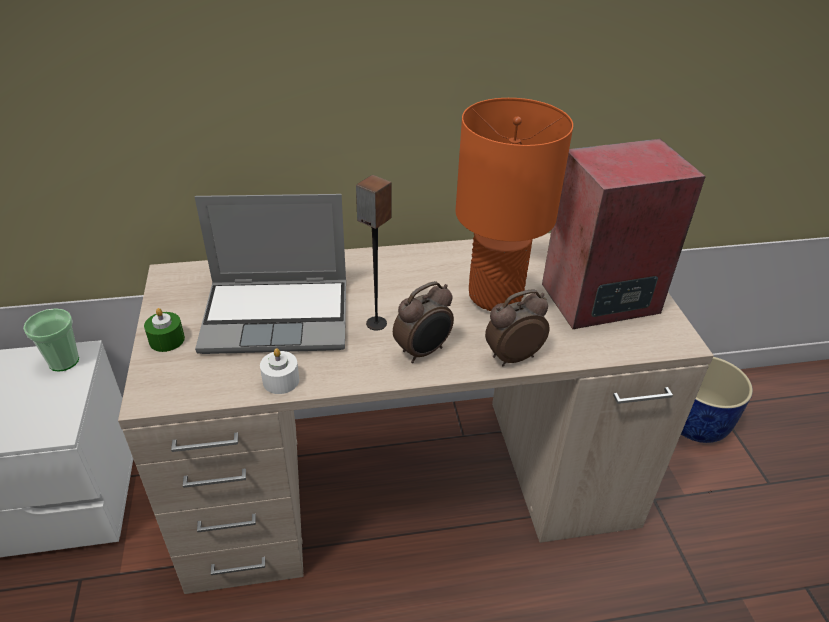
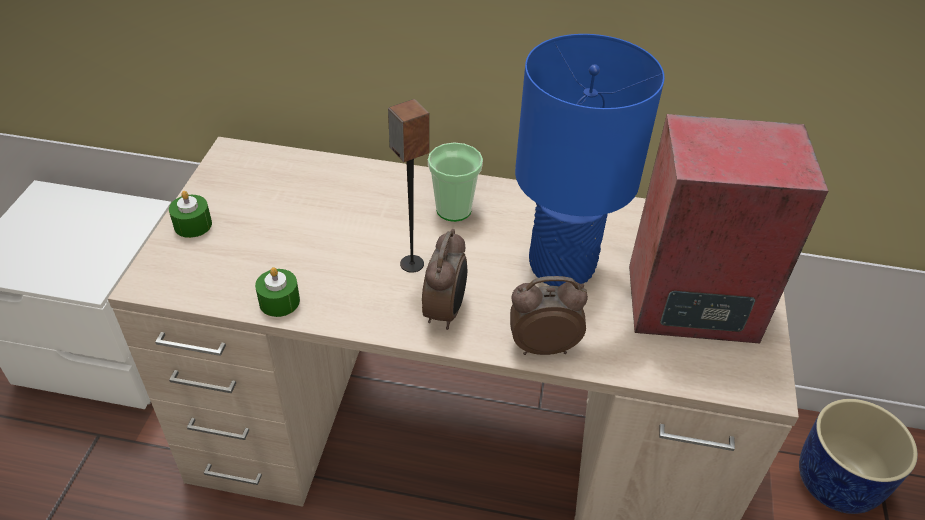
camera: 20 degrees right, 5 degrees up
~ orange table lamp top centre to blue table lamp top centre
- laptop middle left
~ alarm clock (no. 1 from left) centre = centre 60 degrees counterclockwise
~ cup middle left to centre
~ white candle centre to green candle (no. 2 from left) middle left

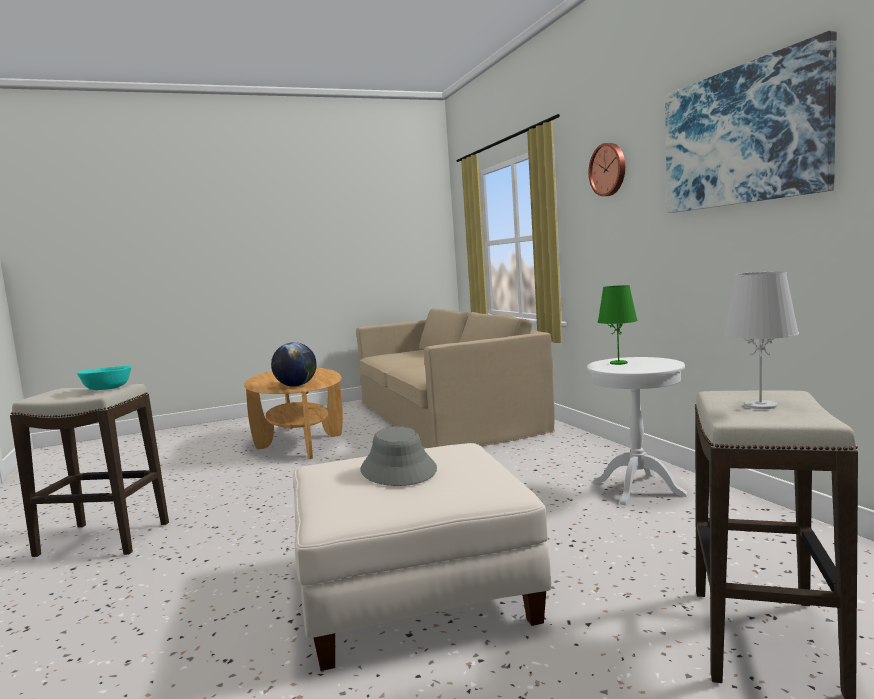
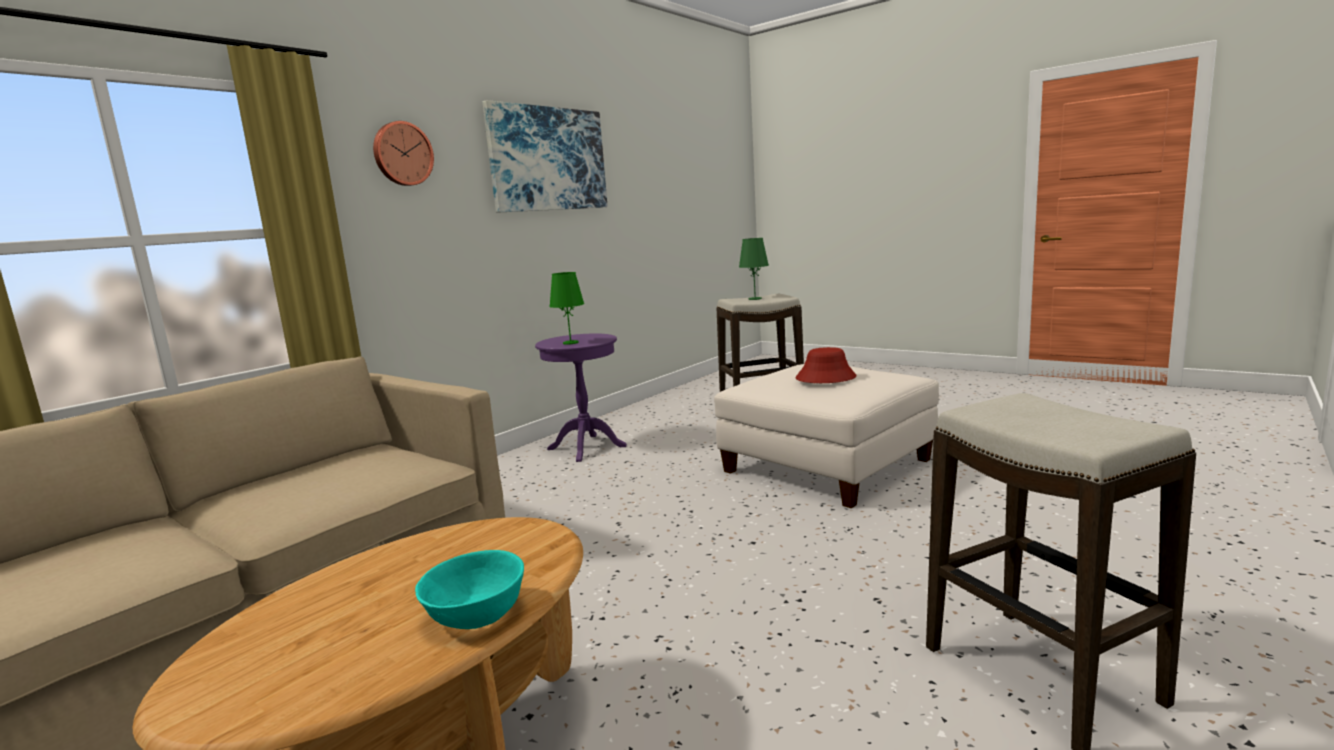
camera: 120 degrees left, 5 degrees up
~ white table lamp middle right to green table lamp (no. 2 from left) centre
- globe centre
~ white side table middle right to purple side table centre
~ turquoise bowl middle left to bottom centre
~ grey hat centre to red hat centre

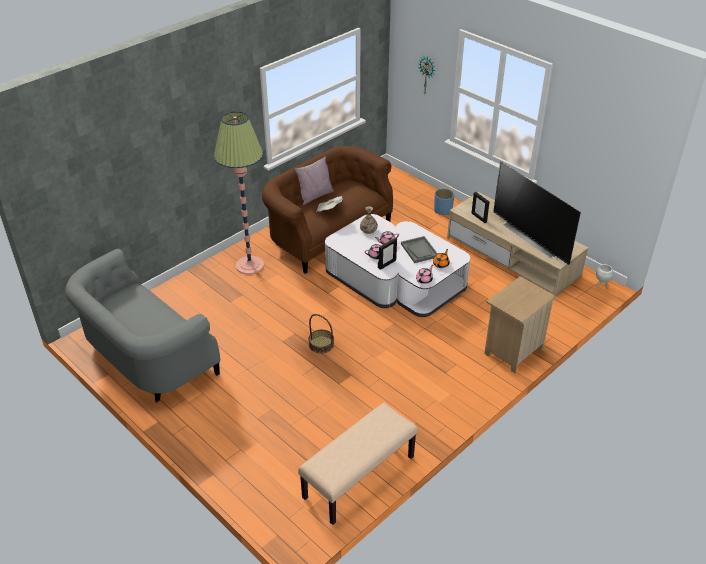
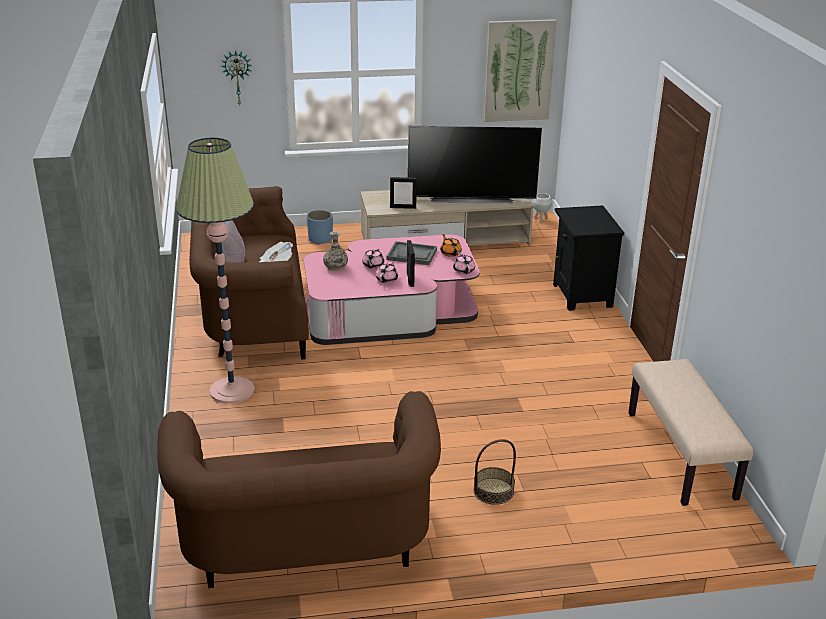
camera: 55 degrees left, 10 degrees down
~ white coffee table centre to pink coffee table centre
~ grey sofa middle left to brown sofa (no. 2 from left) bottom centre
~ beige nightstand middle right to black nightstand middle right
~ basket centre to bottom centre
+ picture top centre

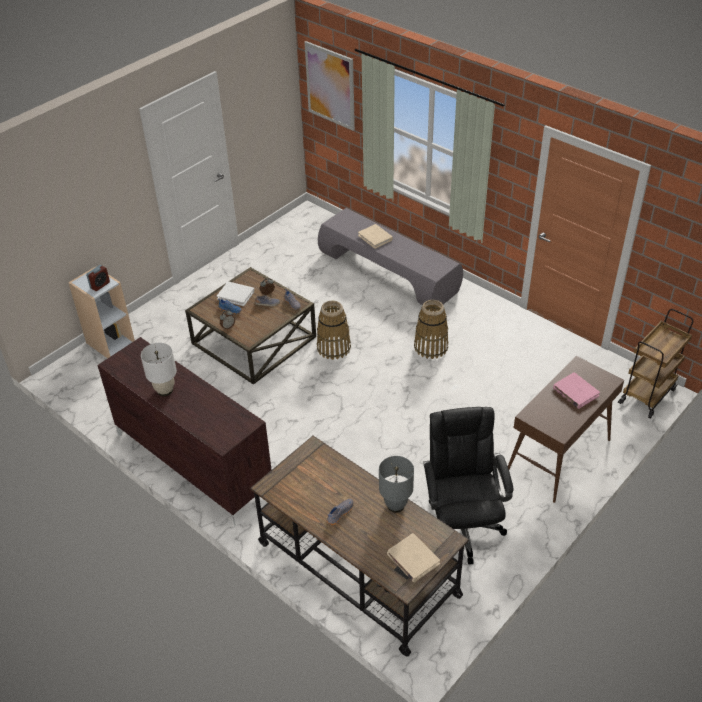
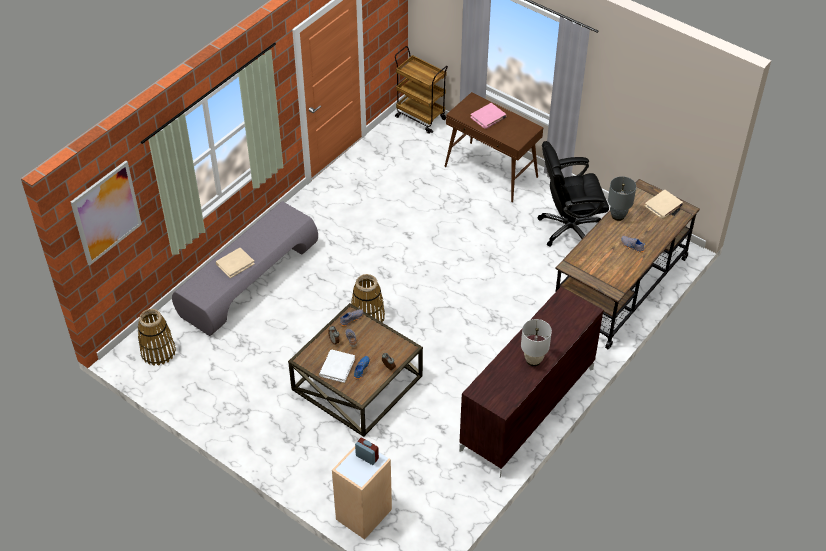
camera: 95 degrees left, 5 degrees up
~ basket (no. 2 from left in the first image) centre to basket (no. 1 from left) middle left

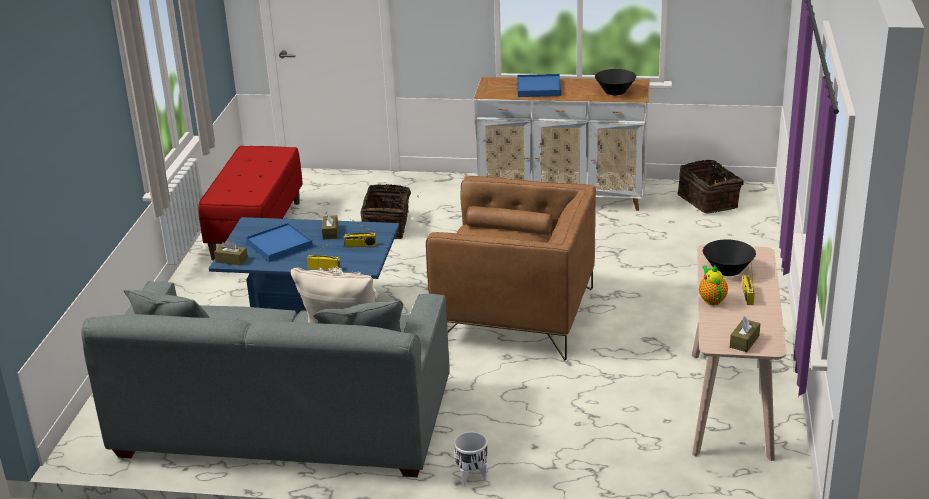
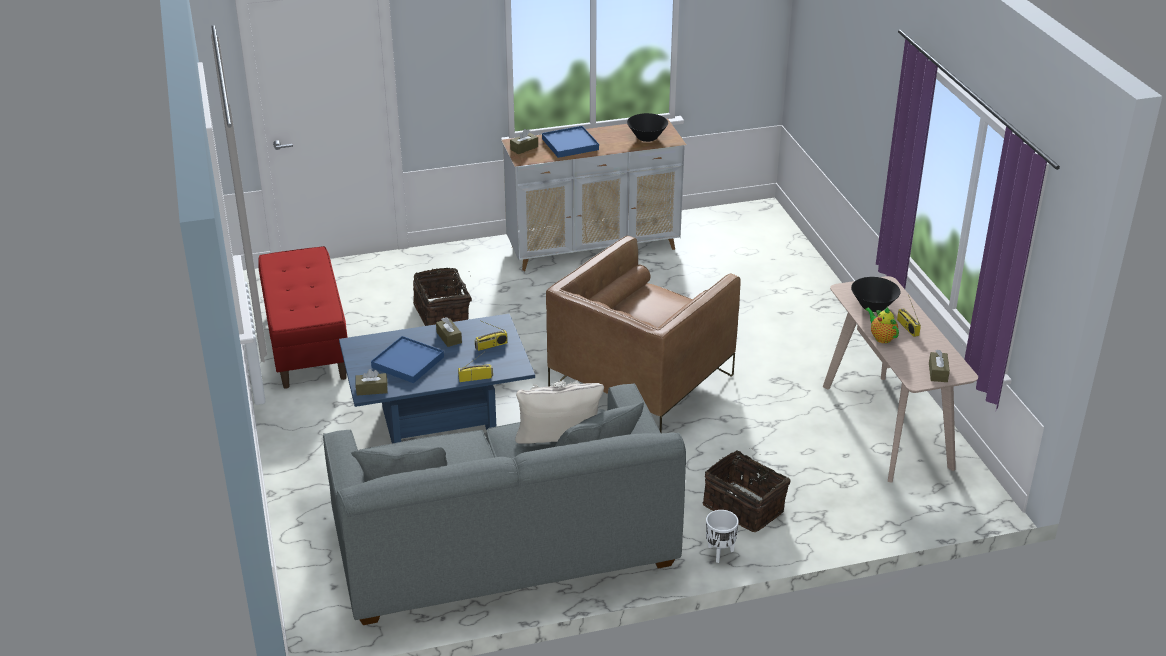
camera: 25 degrees left, 5 degrees up
~ basket (no. 2 from left) middle right to bottom centre
~ brown armchair centre = centre 135 degrees clockwise
+ brown tissue box (no. 3 from left) top centre

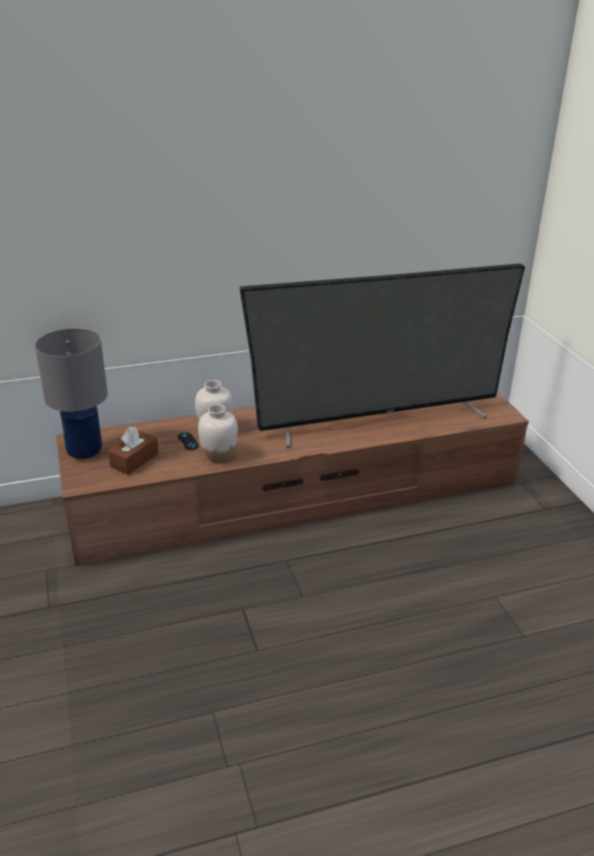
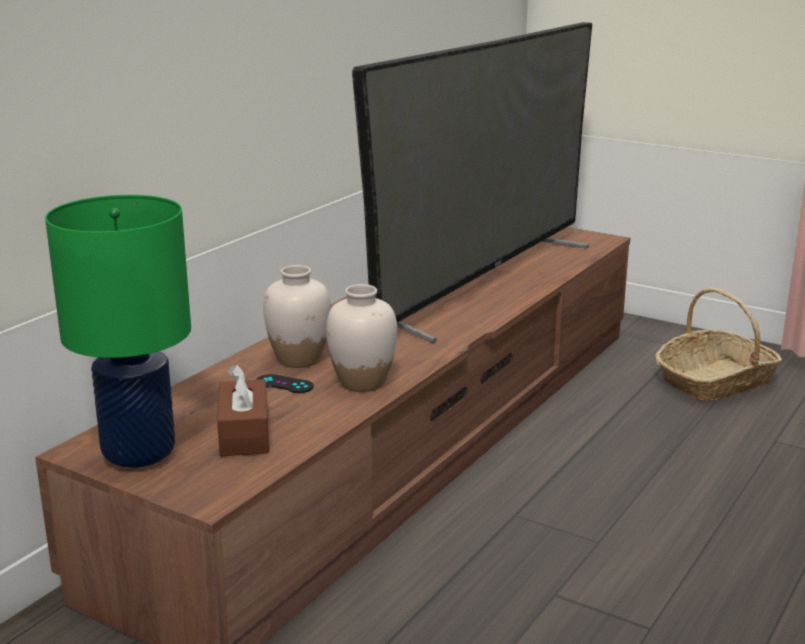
camera: 40 degrees left, 10 degrees down
~ grey table lamp middle left to green table lamp middle left
+ basket middle right

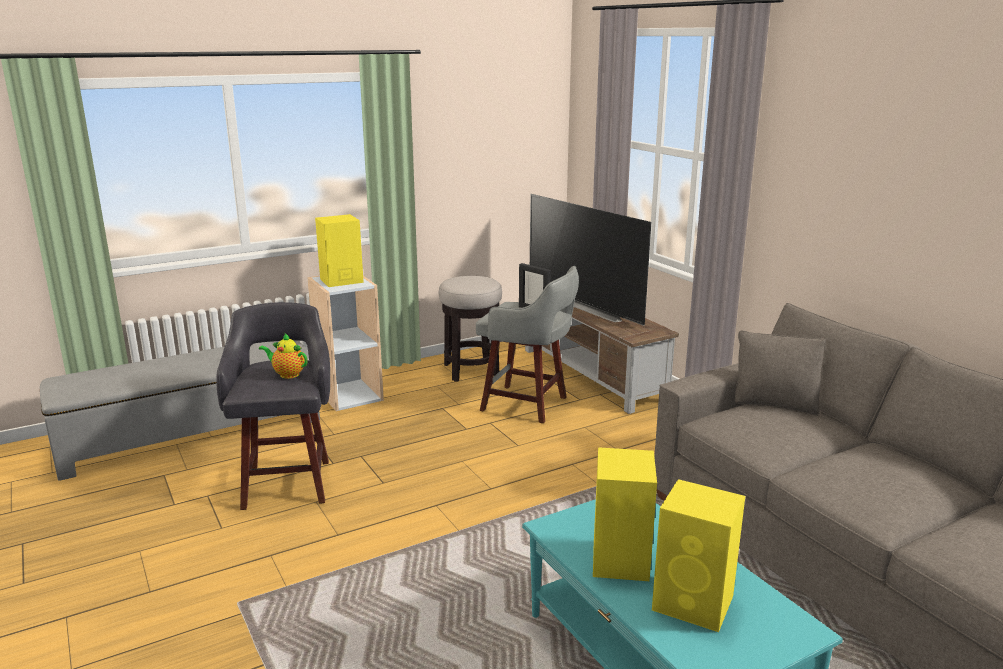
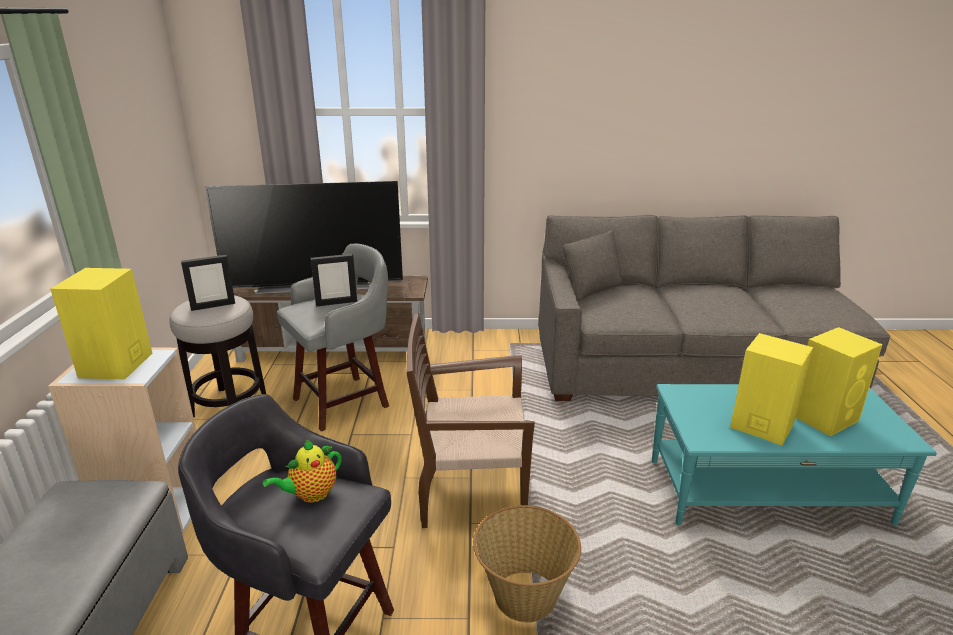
camera: 60 degrees left, 5 degrees up
+ picture frame (no. 1 from left) middle left
+ brown armchair centre
+ basket bottom centre

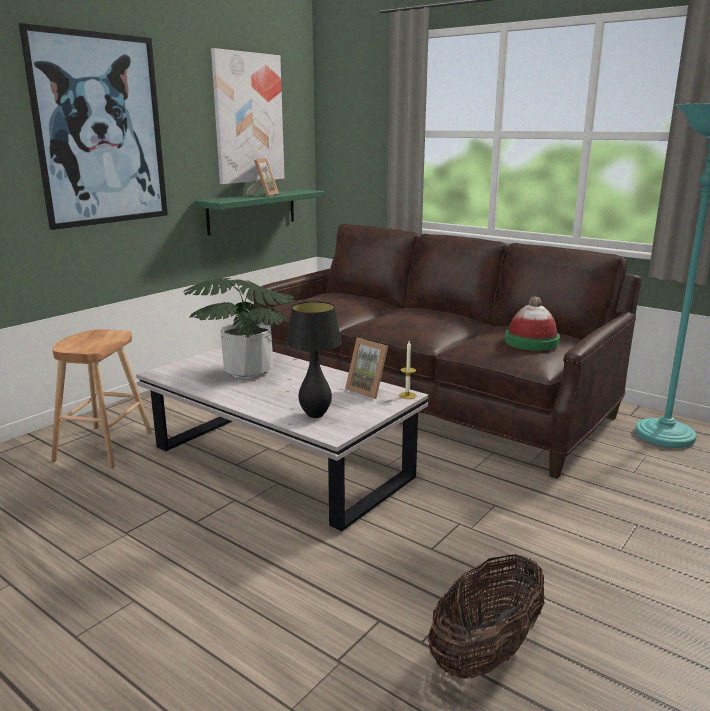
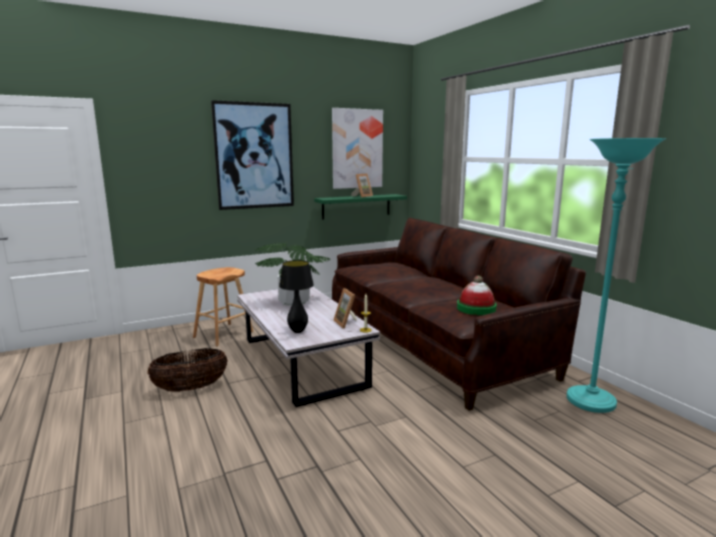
camera: 25 degrees right, 5 degrees down
~ basket bottom right to bottom left

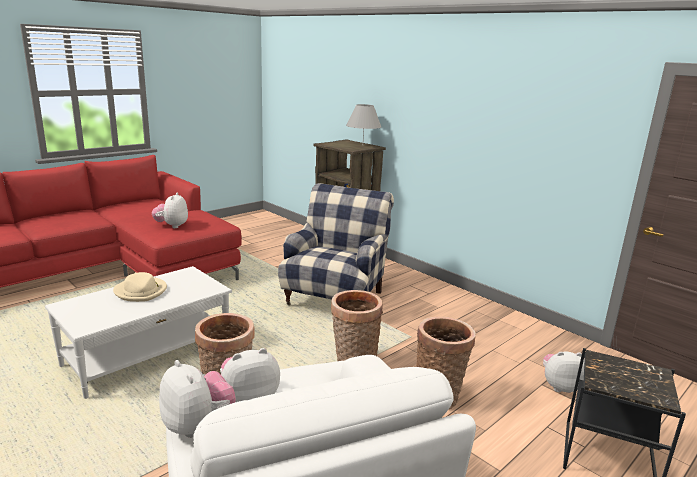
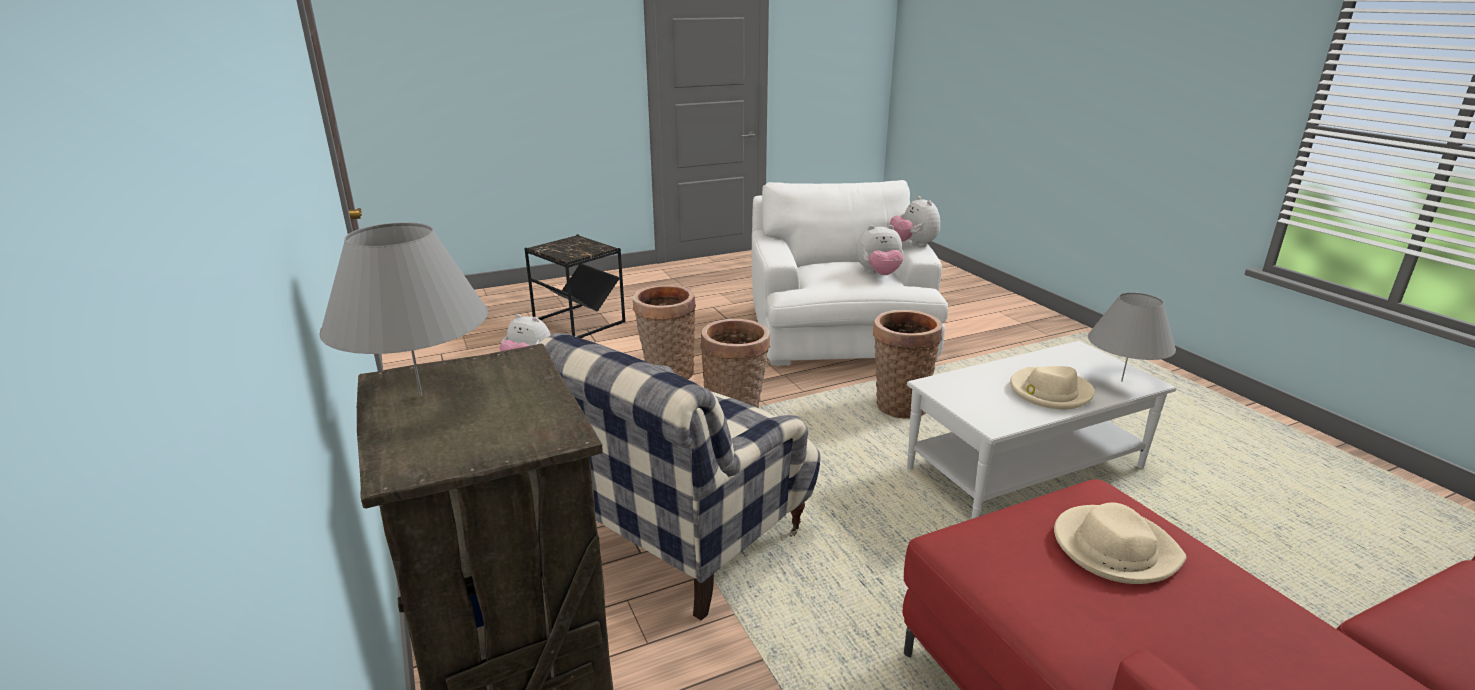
camera: 160 degrees left, 5 degrees up
~ plush toy (no. 1 from left) middle left to beige hat (no. 2 from left) bottom right
+ grey table lamp (no. 2 from left) middle right

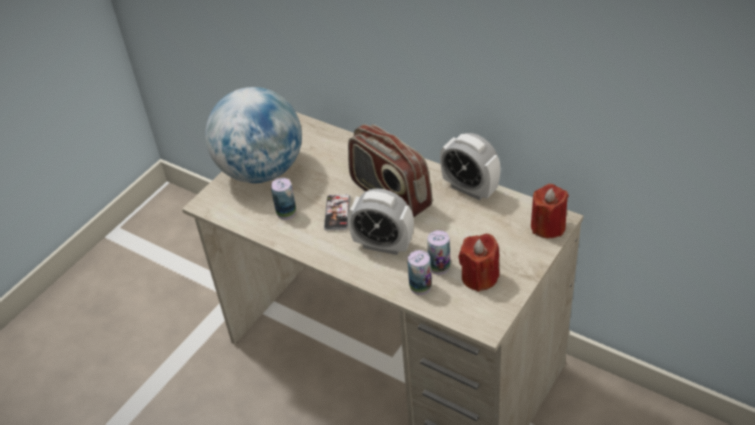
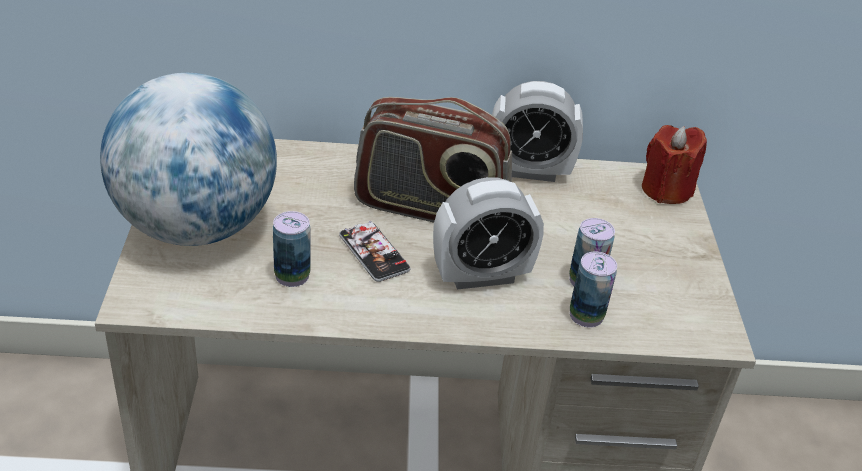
camera: 40 degrees left, 5 degrees down
- red candle (no. 1 from left) centre

